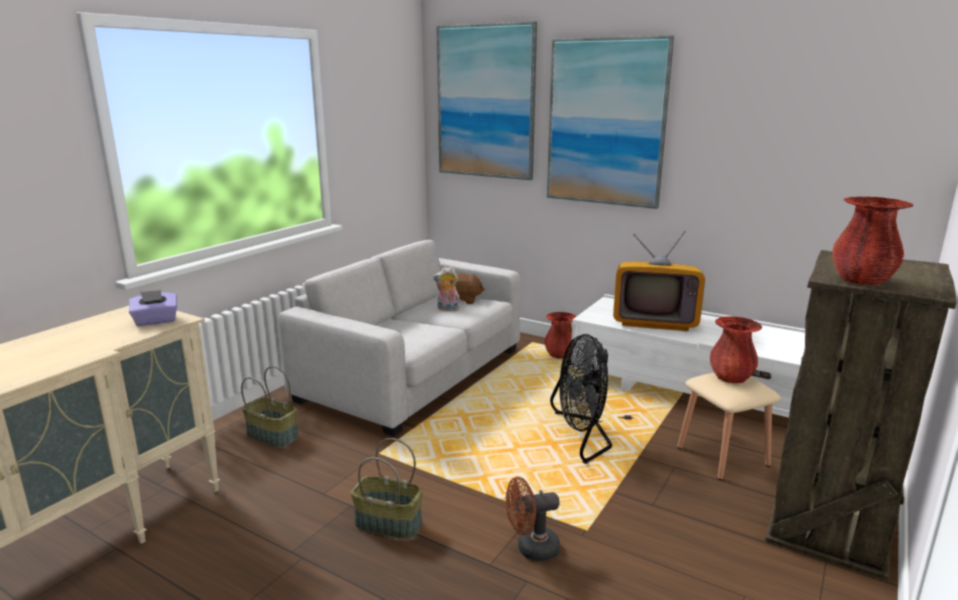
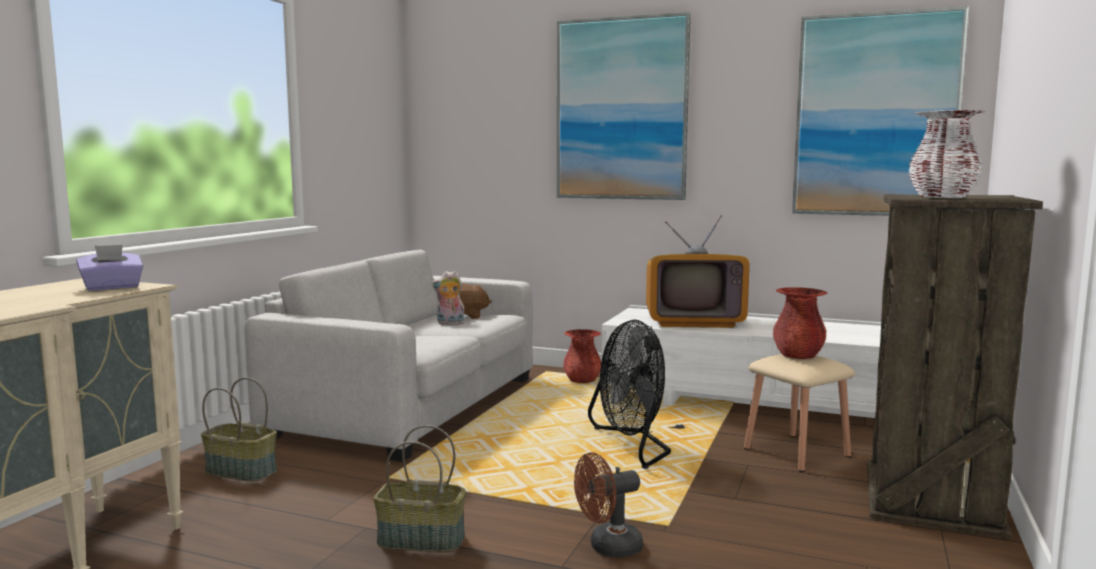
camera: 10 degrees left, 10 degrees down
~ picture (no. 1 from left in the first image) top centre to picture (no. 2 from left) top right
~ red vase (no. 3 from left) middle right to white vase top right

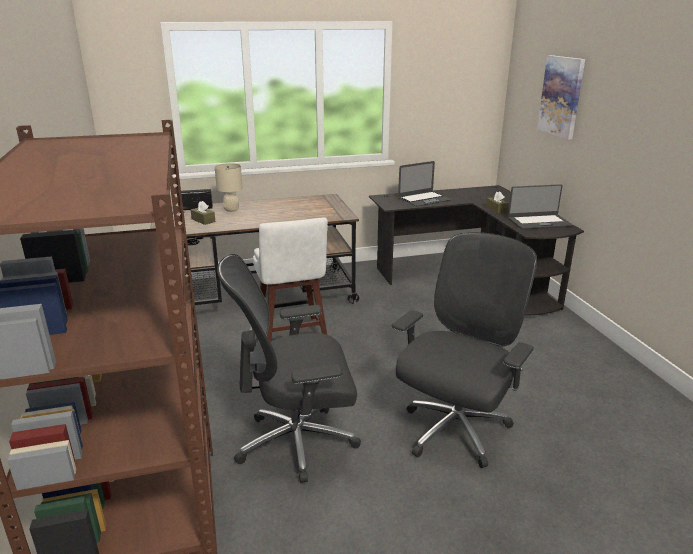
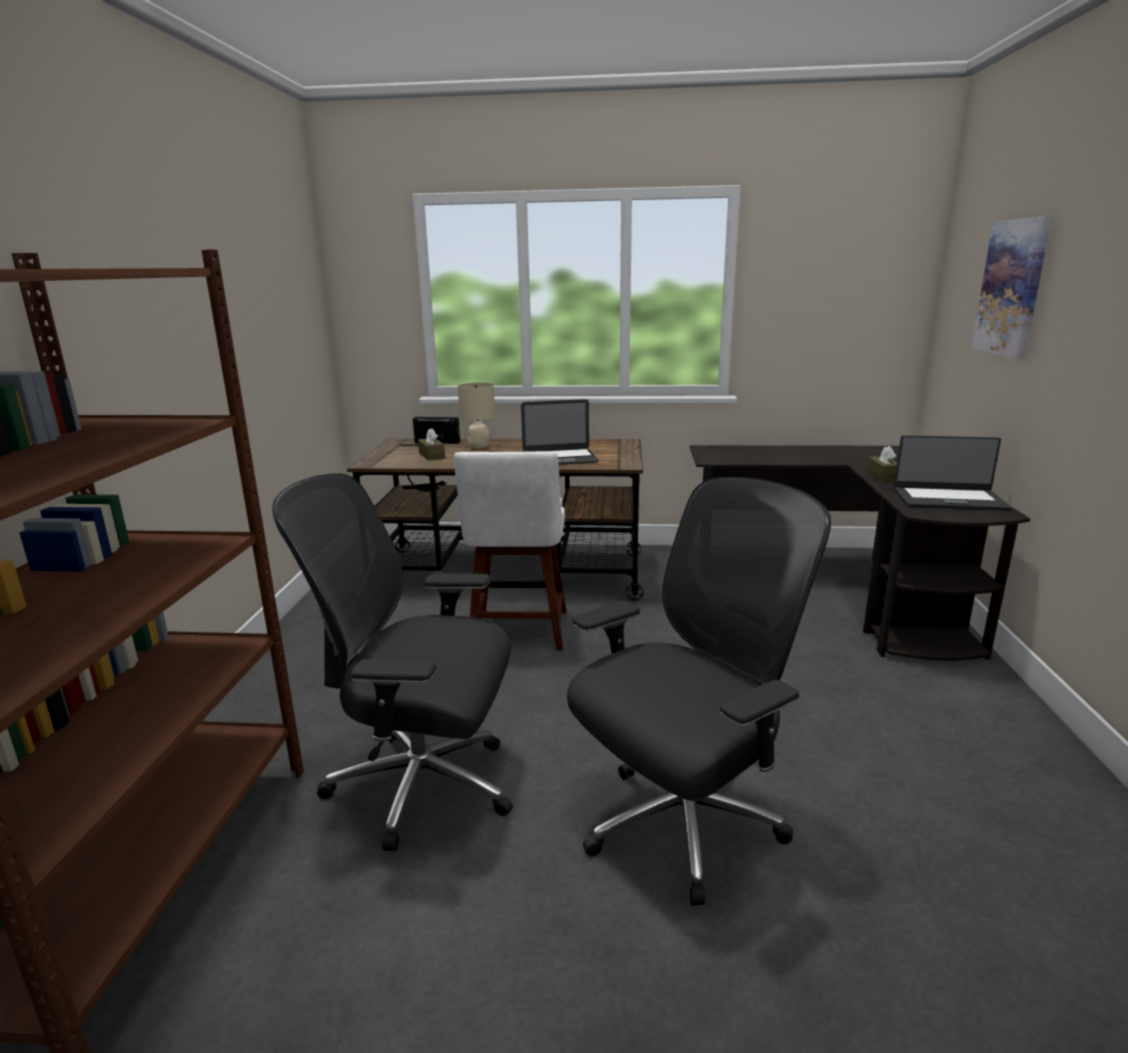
camera: 20 degrees right, 5 degrees down
~ laptop (no. 1 from left) top centre to centre

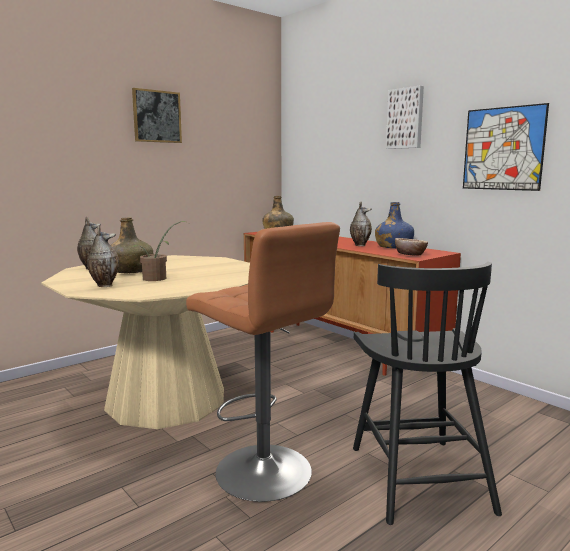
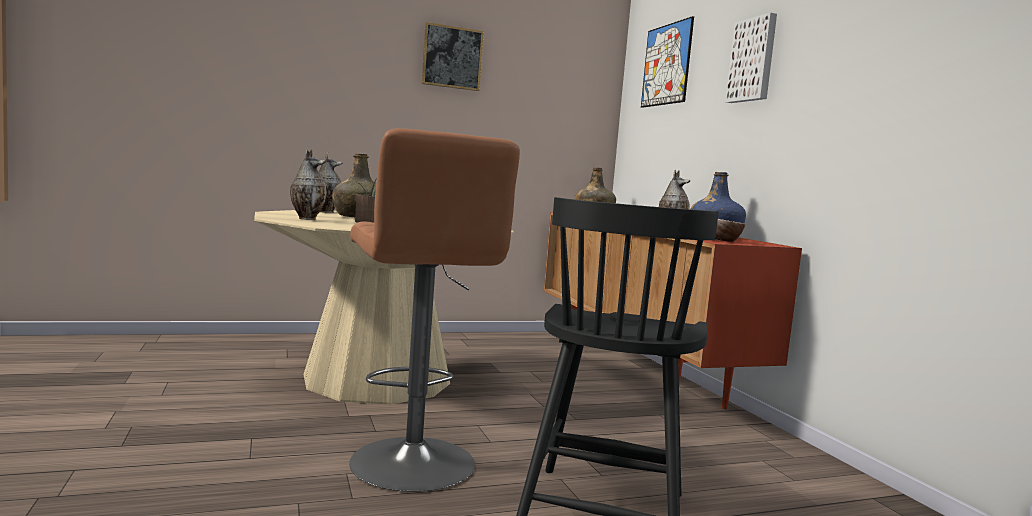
camera: 20 degrees right, 5 degrees down
~ picture (no. 3 from left in the first image) top right to picture (no. 2 from left) top centre

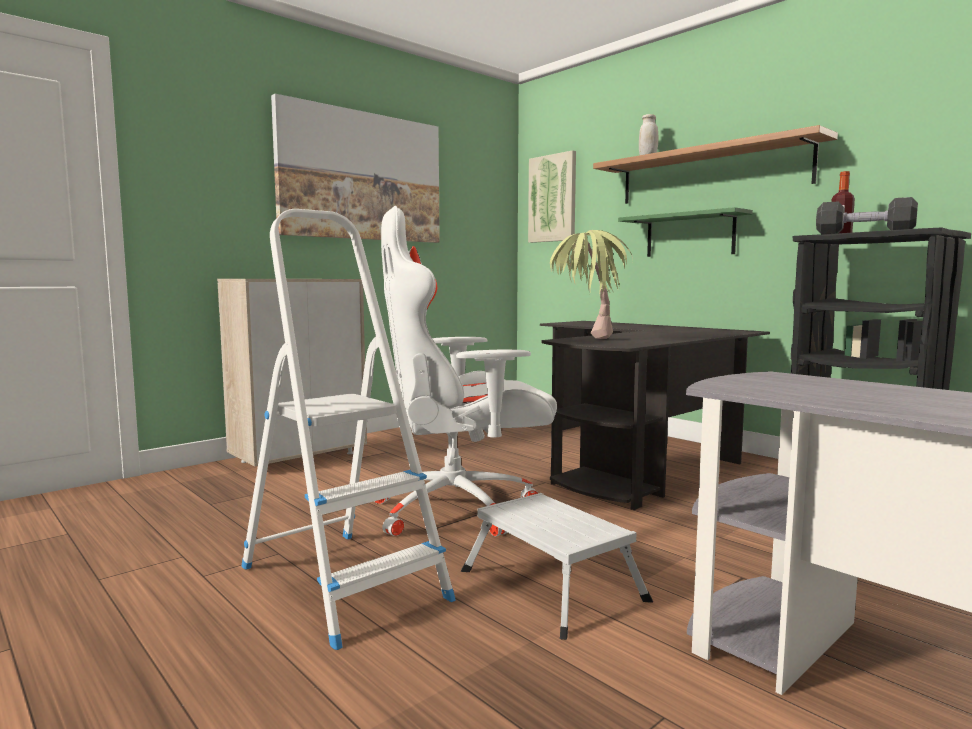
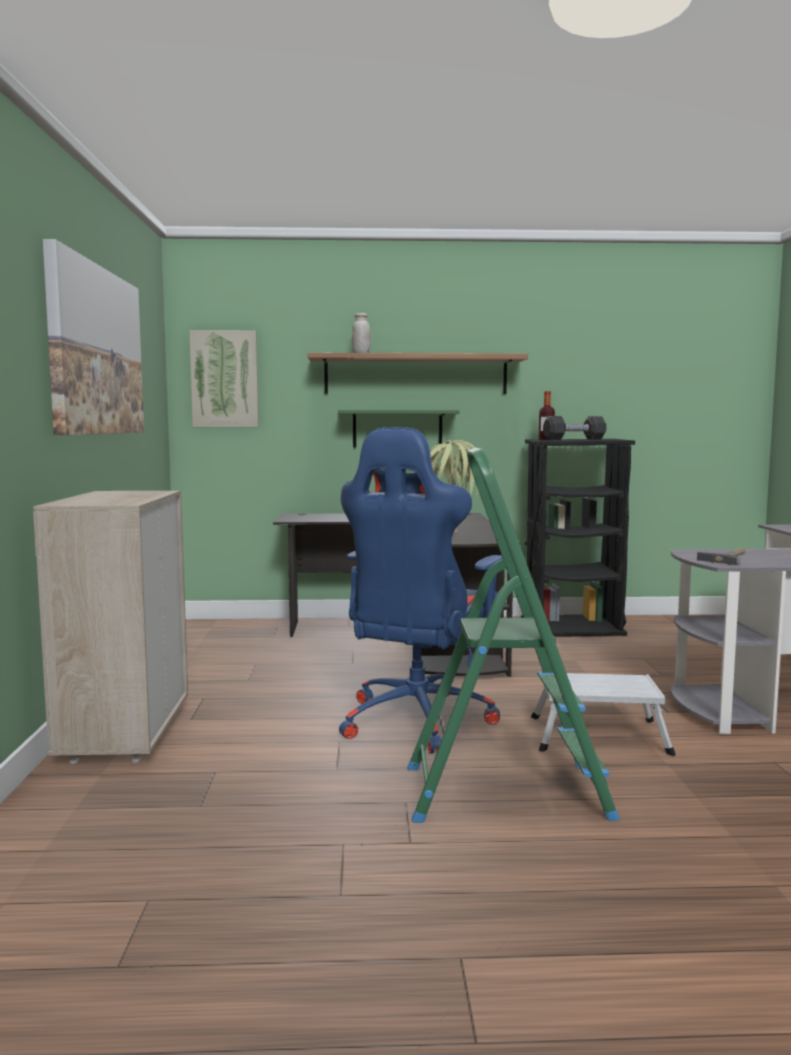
camera: 50 degrees left, 0 degrees up
~ white office chair centre to blue office chair centre
~ white step ladder (no. 1 from left) centre to green step ladder centre
+ hammer middle right

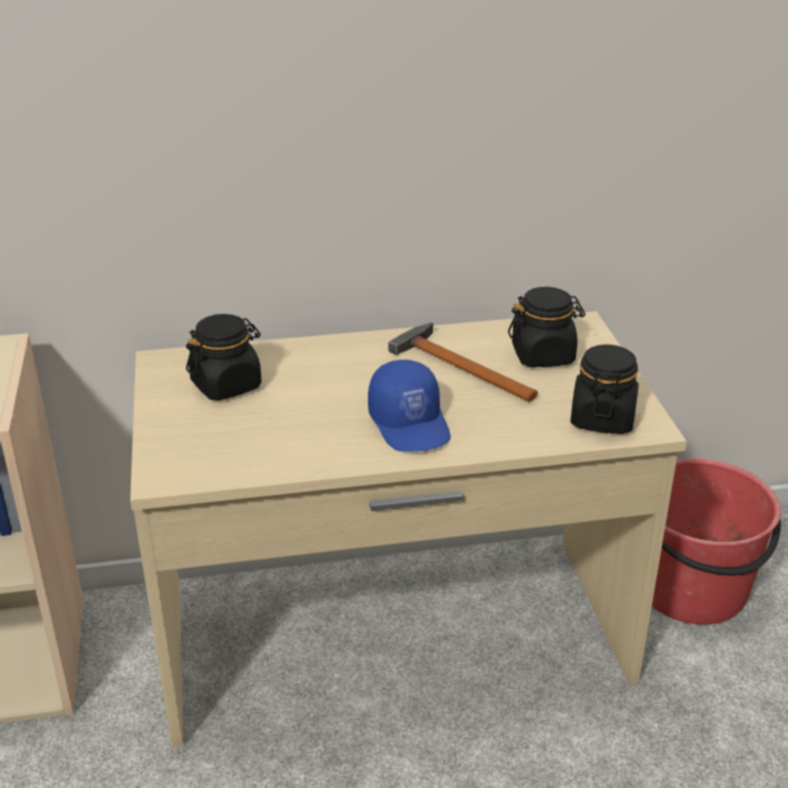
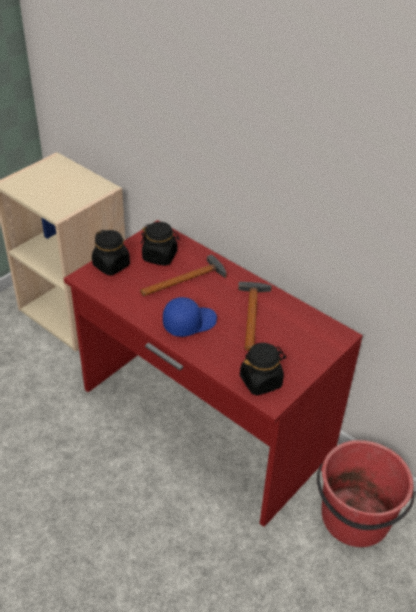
camera: 50 degrees right, 10 degrees up
~ black jar (no. 2 from left in the first image) middle right to black jar (no. 1 from left) middle left
~ beige desk bottom centre to red desk centre
~ blue cap centre = centre 150 degrees counterclockwise
+ hammer (no. 1 from left) centre

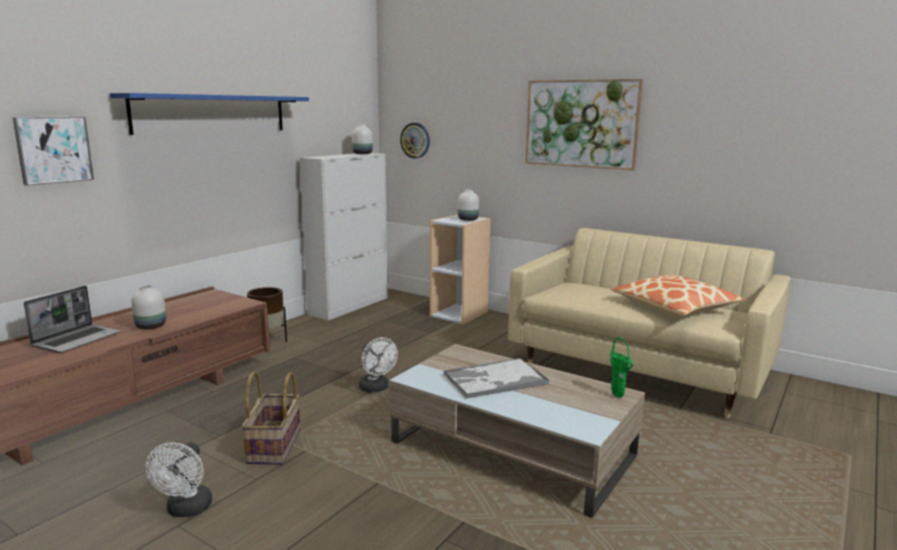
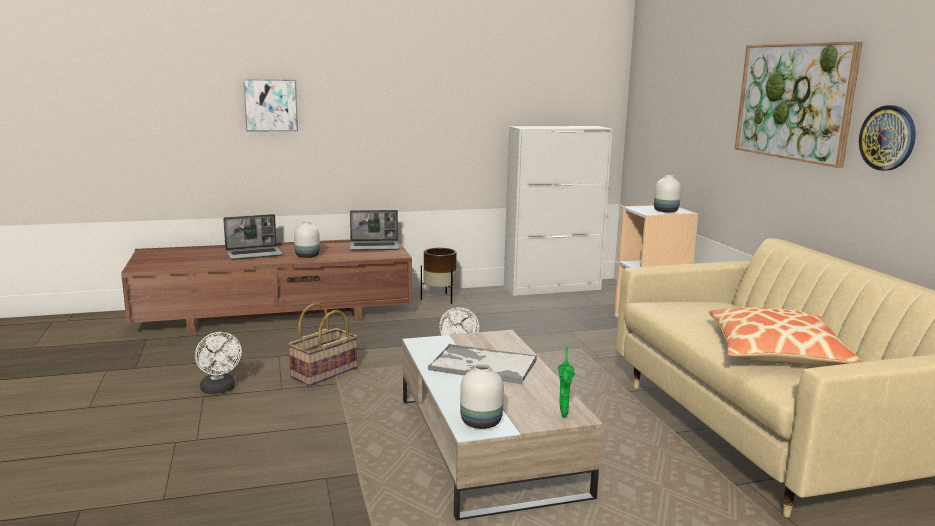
camera: 40 degrees right, 0 degrees up
- blue shelf top left
~ wall clock top centre to top right
~ white vase (no. 2 from left) top centre to bottom centre
~ white fan (no. 1 from left) bottom left = bottom left 75 degrees counterclockwise
+ laptop (no. 2 from left) centre

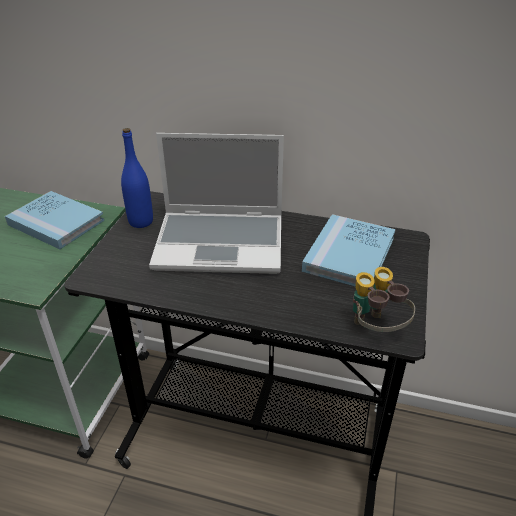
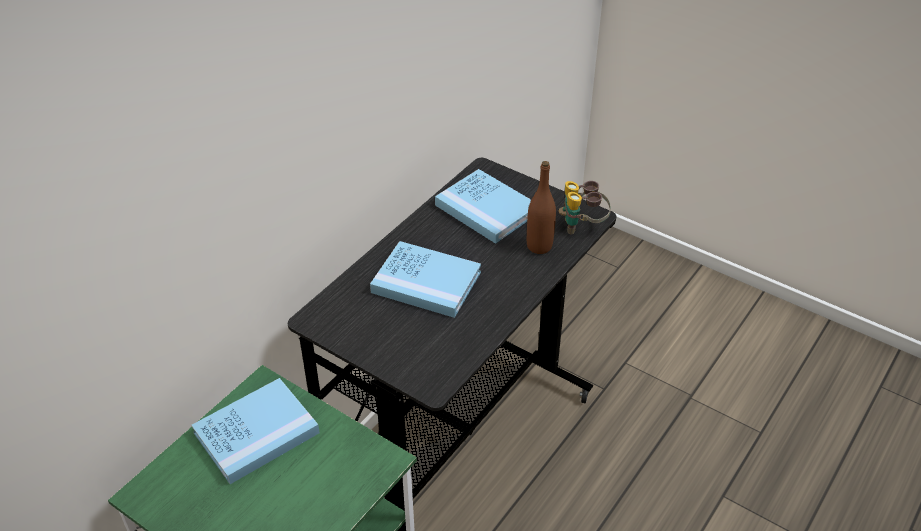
camera: 70 degrees left, 5 degrees up
- blue bottle middle left
~ laptop centre to blue book (no. 2 from left) centre
+ brown bottle centre

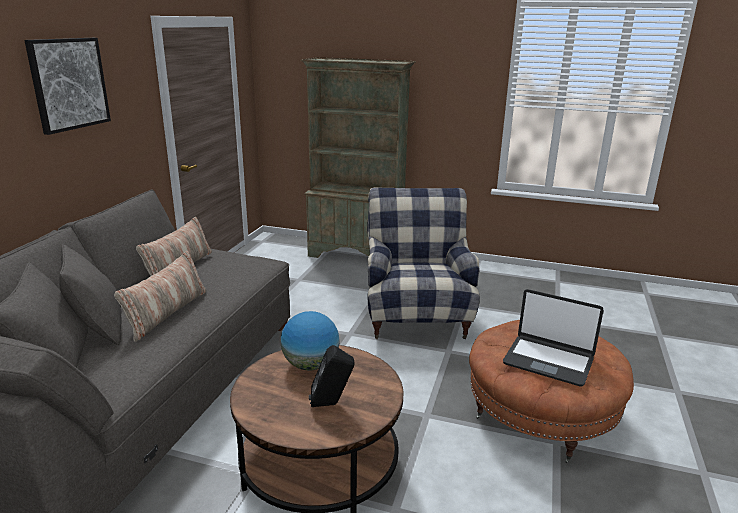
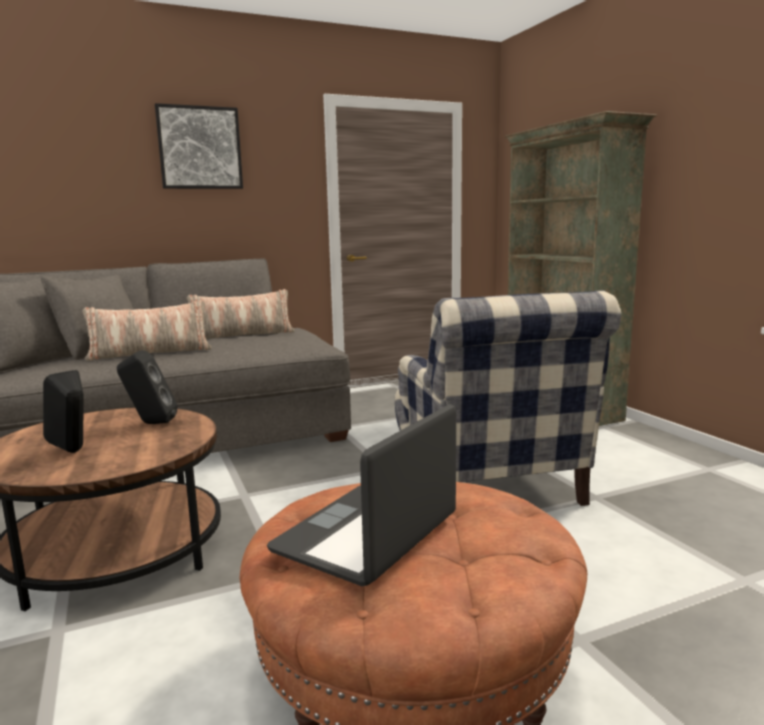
camera: 50 degrees right, 10 degrees down
~ armchair centre = centre 120 degrees clockwise
~ laptop middle right = bottom centre 45 degrees clockwise
~ globe centre to black speaker (no. 2 from left) middle left

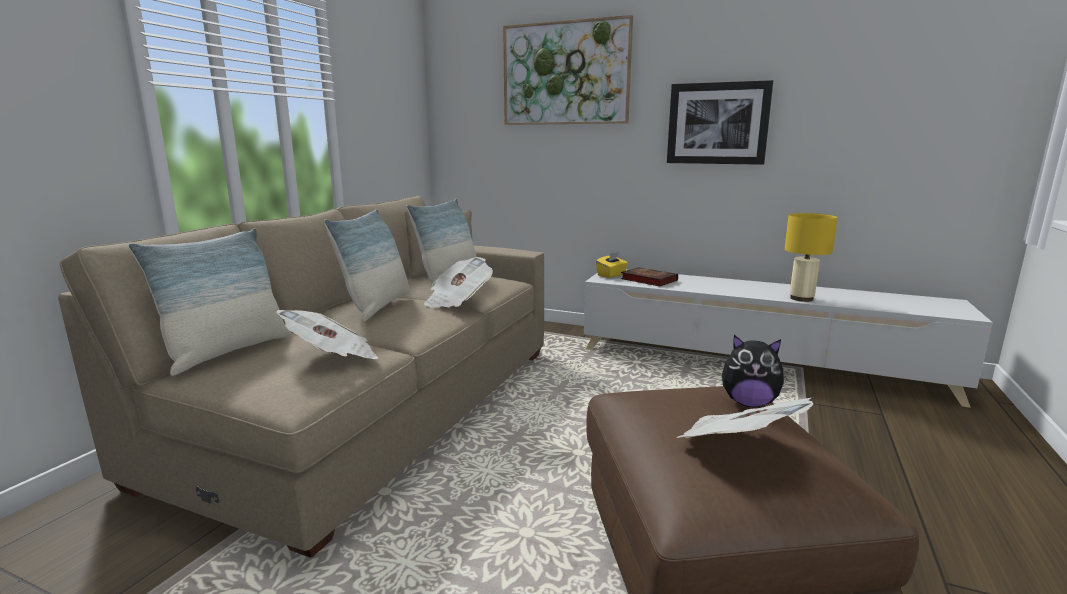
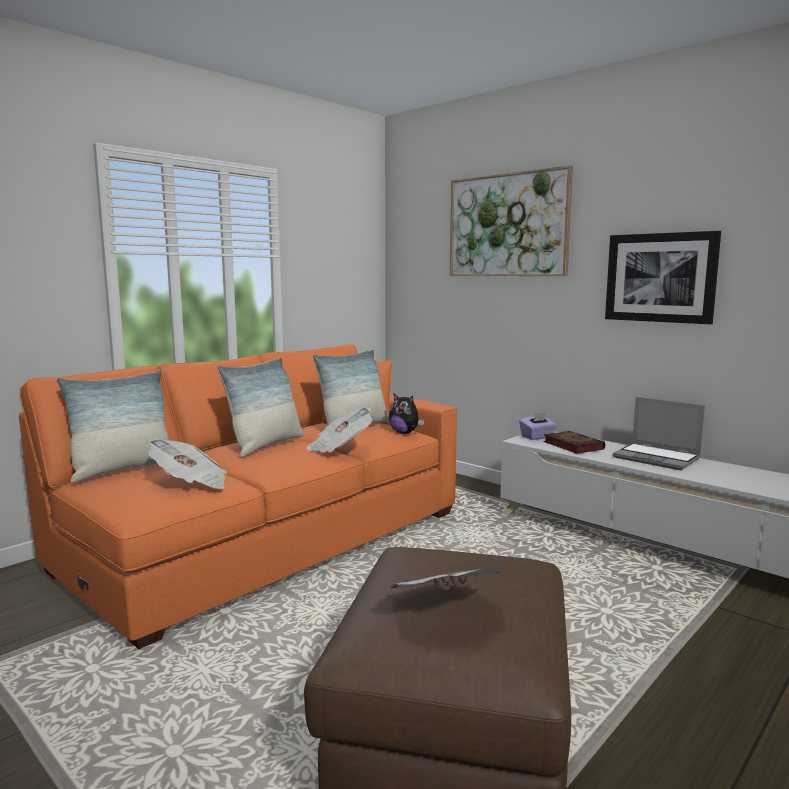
camera: 20 degrees right, 5 degrees down
~ beige sofa middle left to orange sofa middle left
- yellow table lamp middle right
~ yellow tissue box centre to purple tissue box middle right
~ plush toy middle right to centre
+ laptop middle right

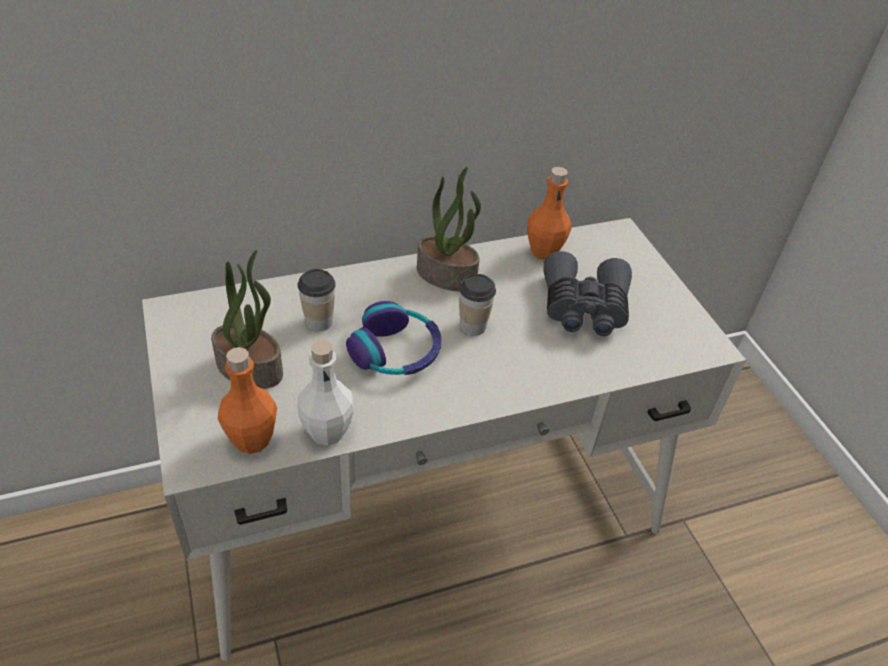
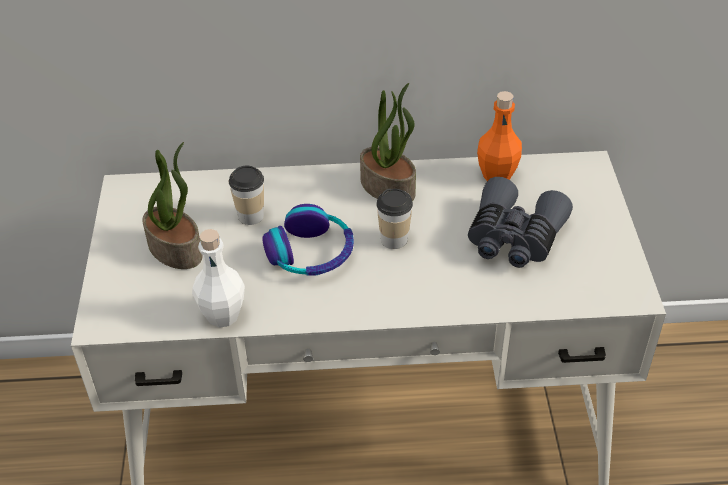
camera: 20 degrees right, 0 degrees up
- orange bottle (no. 1 from left) middle left

